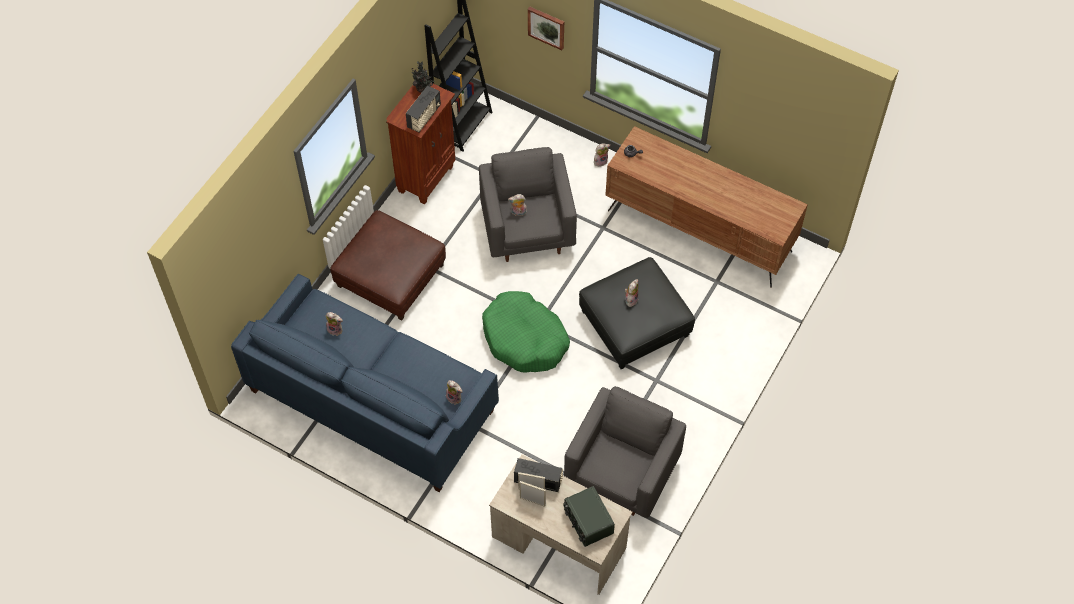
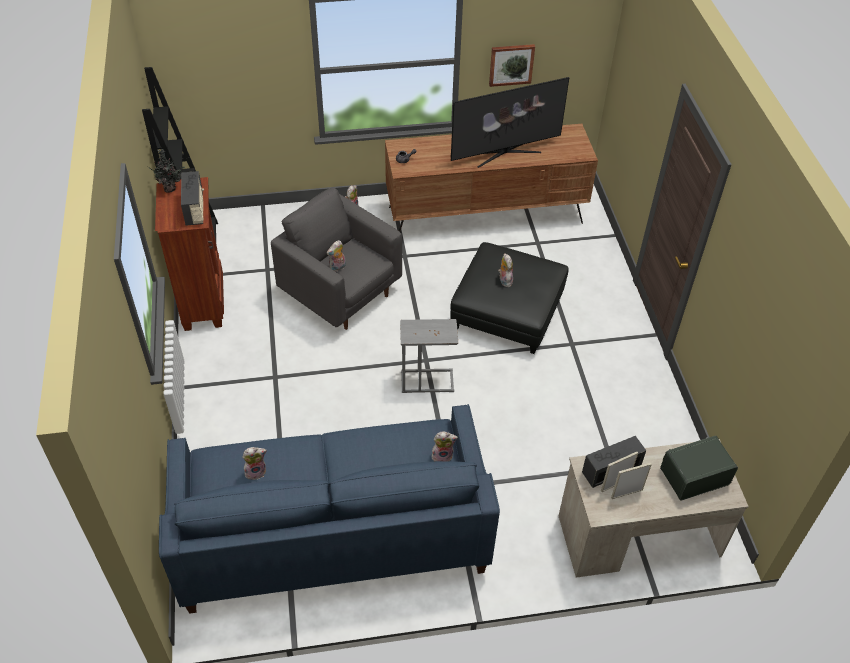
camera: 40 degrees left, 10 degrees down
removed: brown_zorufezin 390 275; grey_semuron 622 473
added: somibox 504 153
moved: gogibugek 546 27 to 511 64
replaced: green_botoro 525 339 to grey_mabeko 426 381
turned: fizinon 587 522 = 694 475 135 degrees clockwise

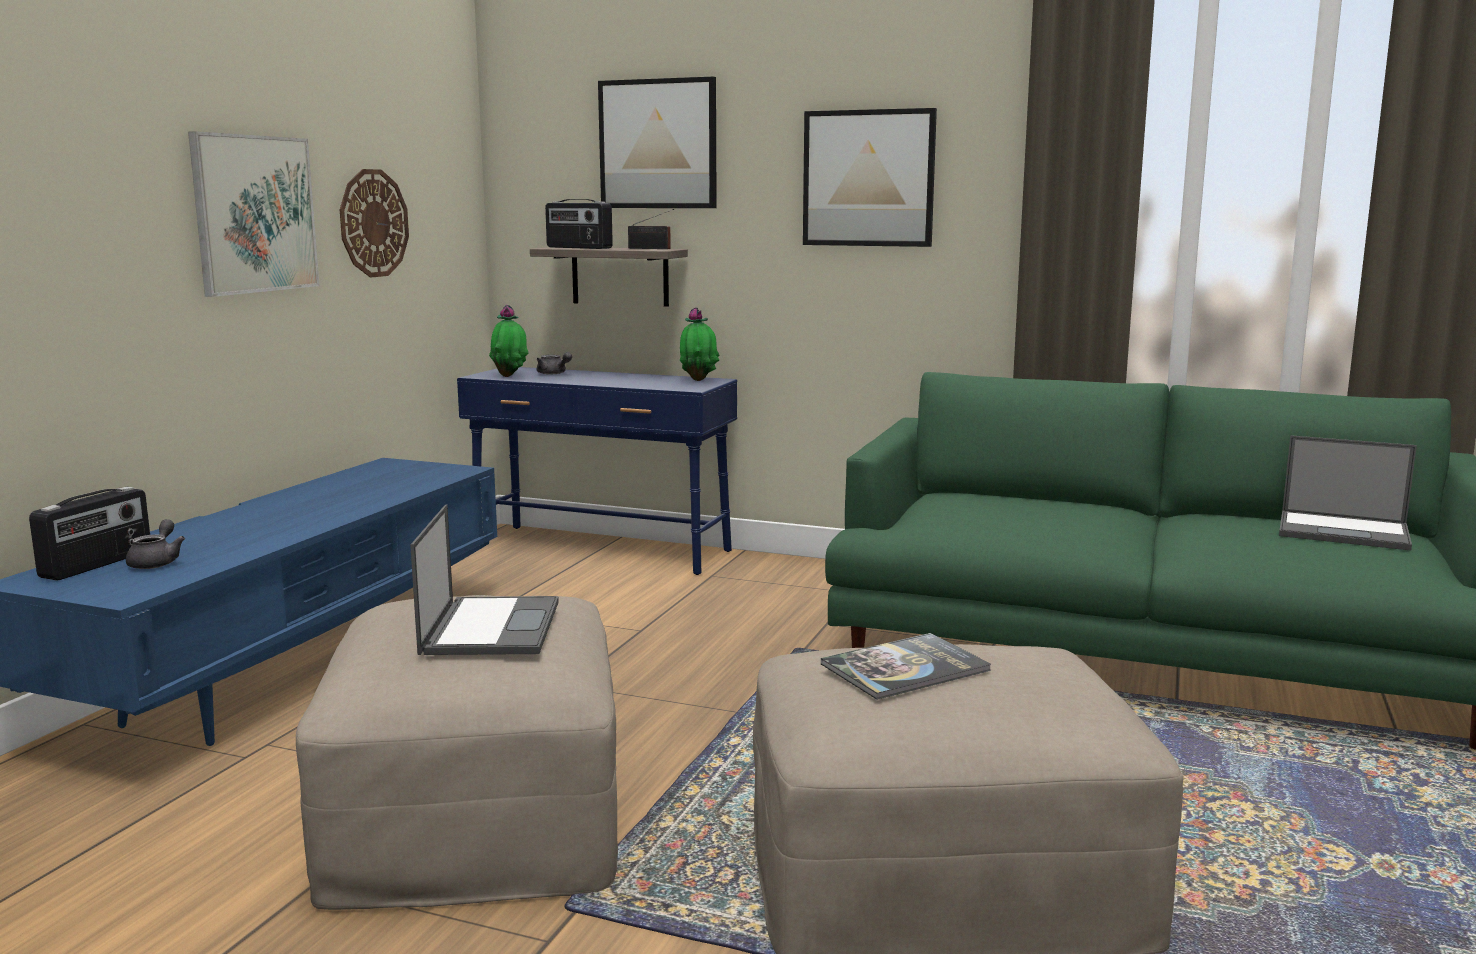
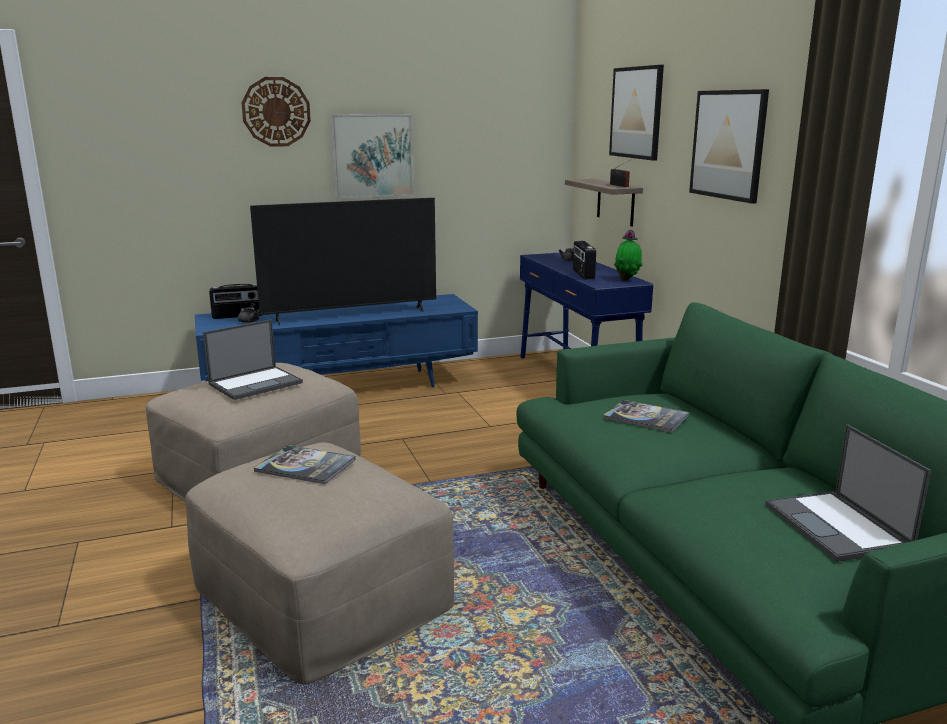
camera: 50 degrees right, 5 degrees up
removed: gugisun 510 376
added: somibox 351 315; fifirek 646 417
moved: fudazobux 373 223 to 276 112; fizinon 578 248 to 582 274

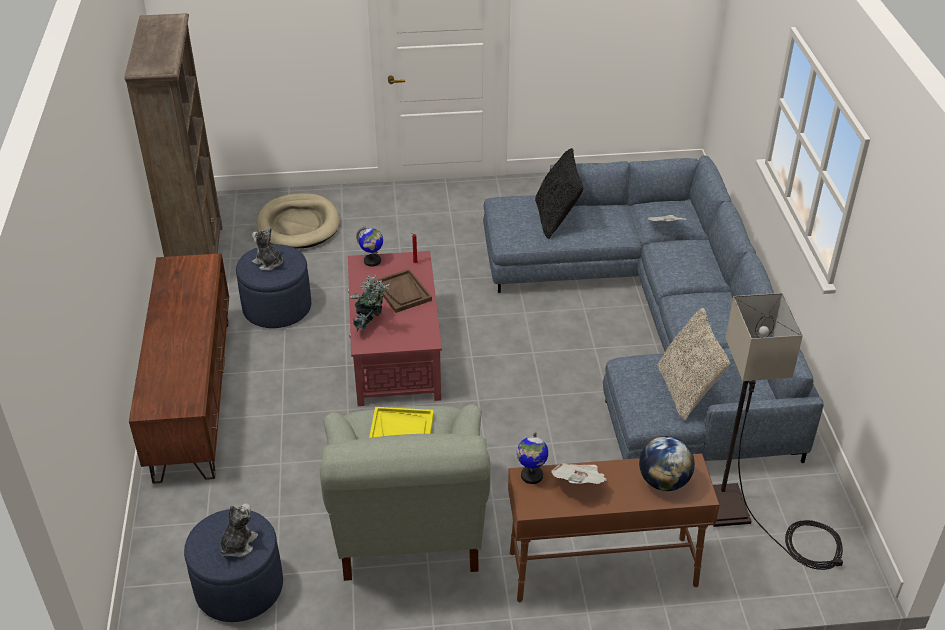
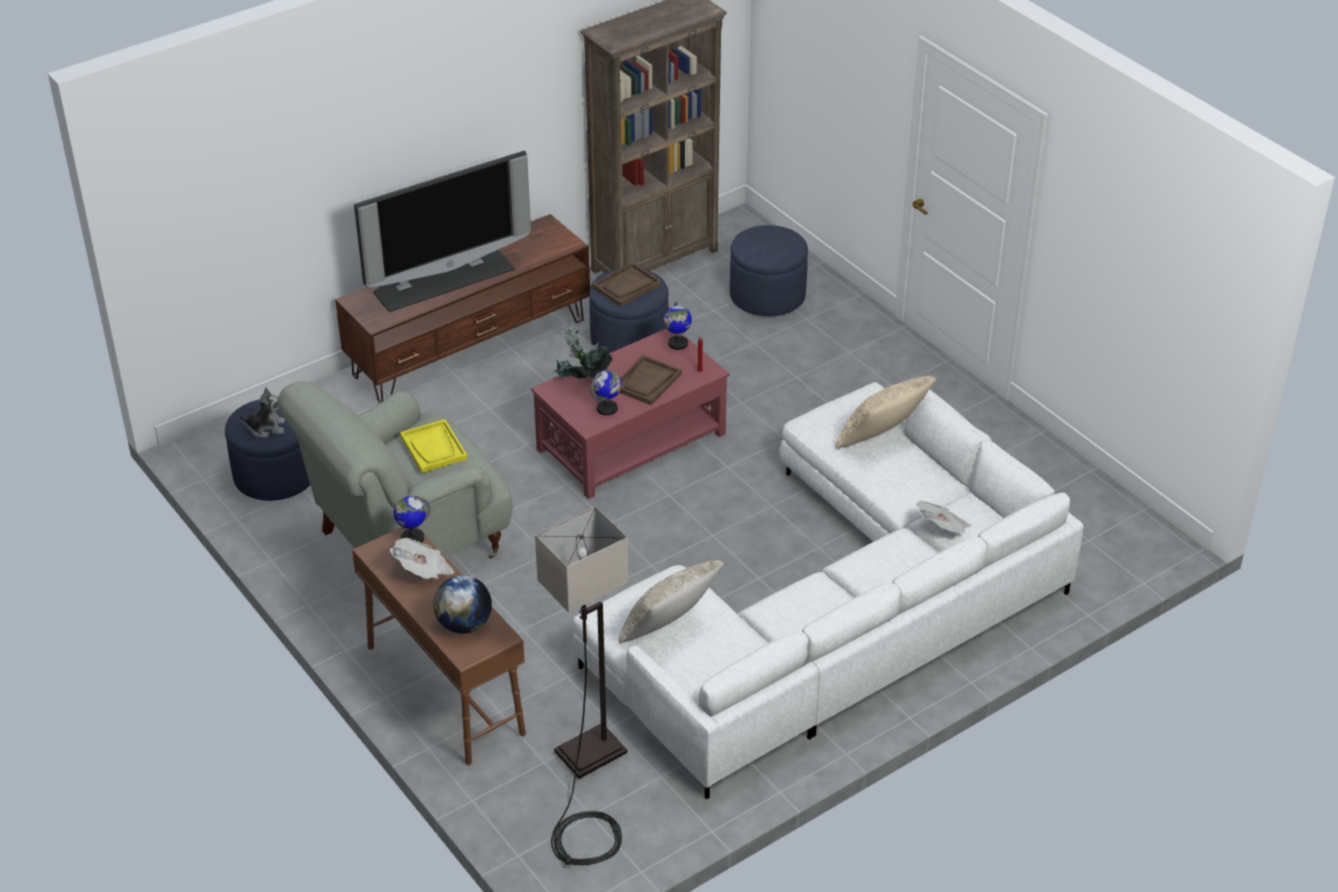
camera: 60 degrees right, 0 degrees up
added: somibox 443 279; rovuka 607 409
replaced: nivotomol 268 263 to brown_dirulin 626 286; beige_botoro 298 225 to blue_zorufezin 767 296
recoloured: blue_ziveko 655 325 to white_ziveko 839 612; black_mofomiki 556 218 to beige_mofomiki 881 441

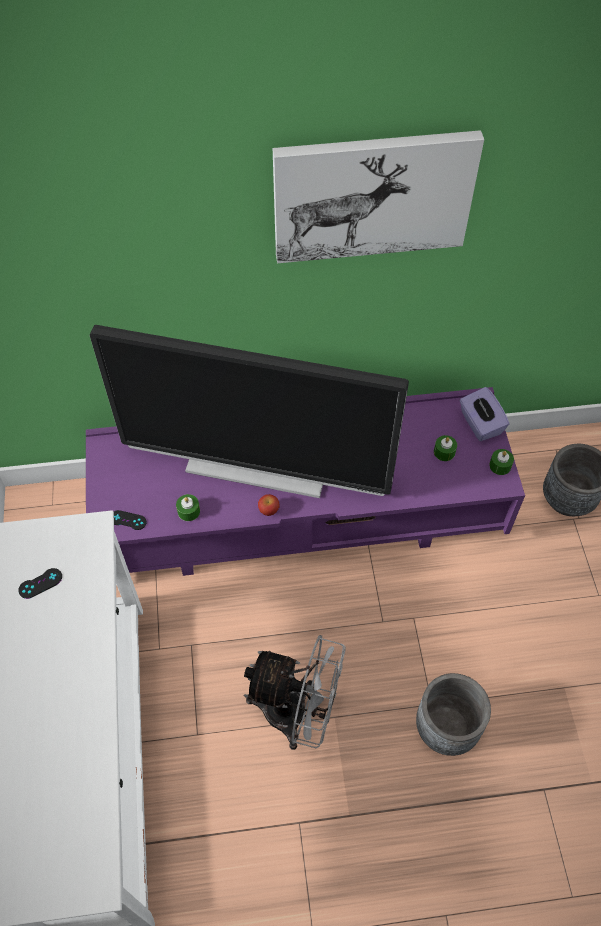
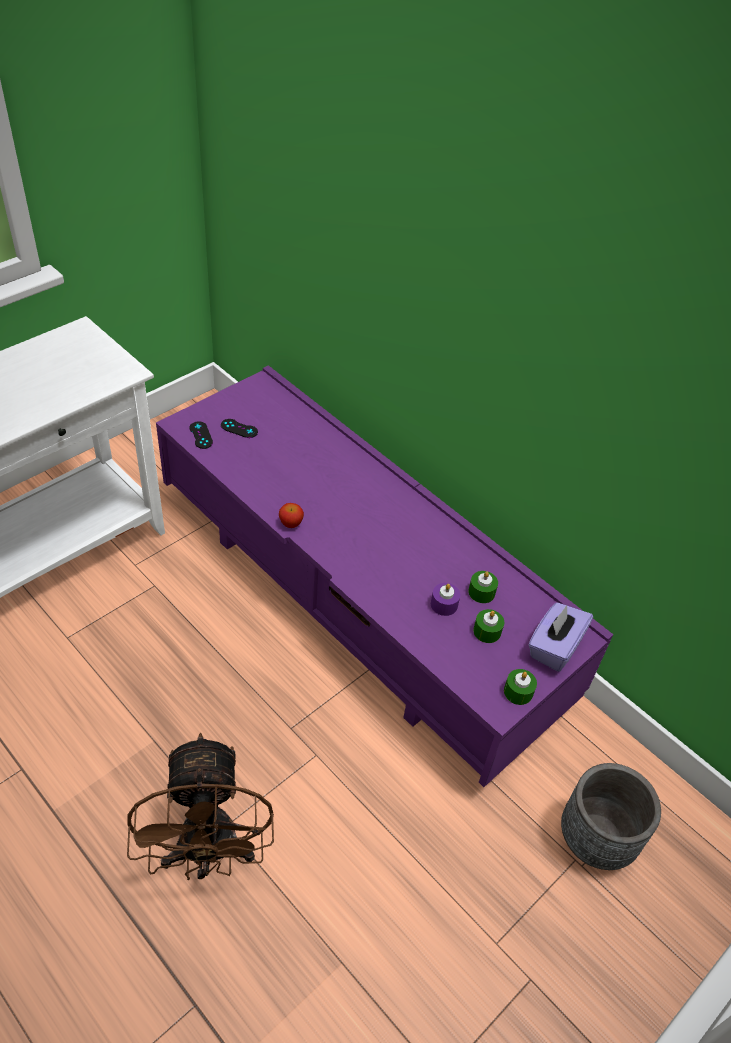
camera: 50 degrees right, 10 degrees down
removed: somibox 257 467; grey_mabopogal 297 714; gogibugek 372 195
added: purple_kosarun 444 604
moved: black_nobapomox 40 583 to 239 428; green_kosarun 188 511 to 481 592
replaced: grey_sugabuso 446 727 to brown_mabopogal 208 854

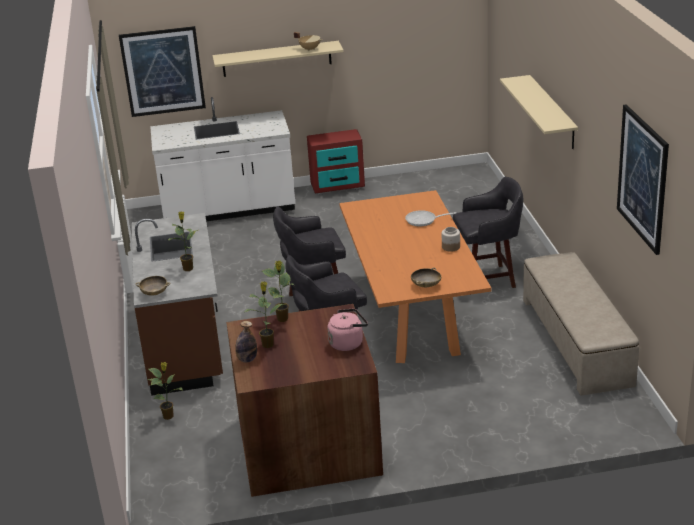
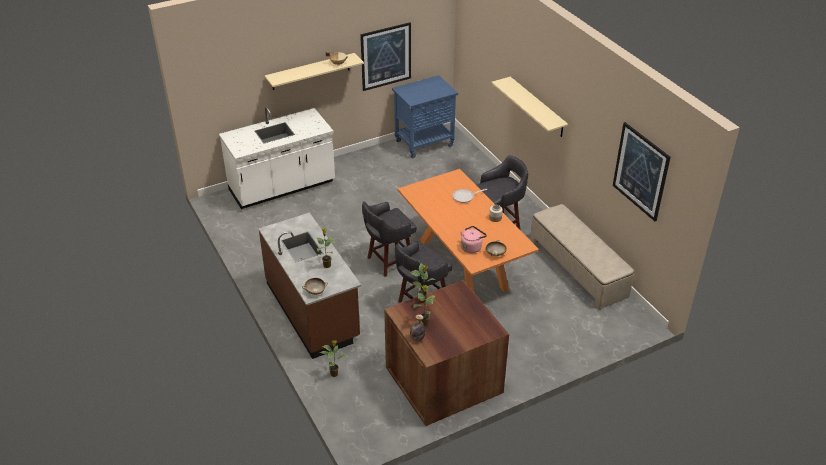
camera: 20 degrees left, 10 degrees up
removed: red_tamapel 338 188
added: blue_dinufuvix 424 144
moved: gogibugek 163 71 to 386 56; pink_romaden 348 343 to 472 247

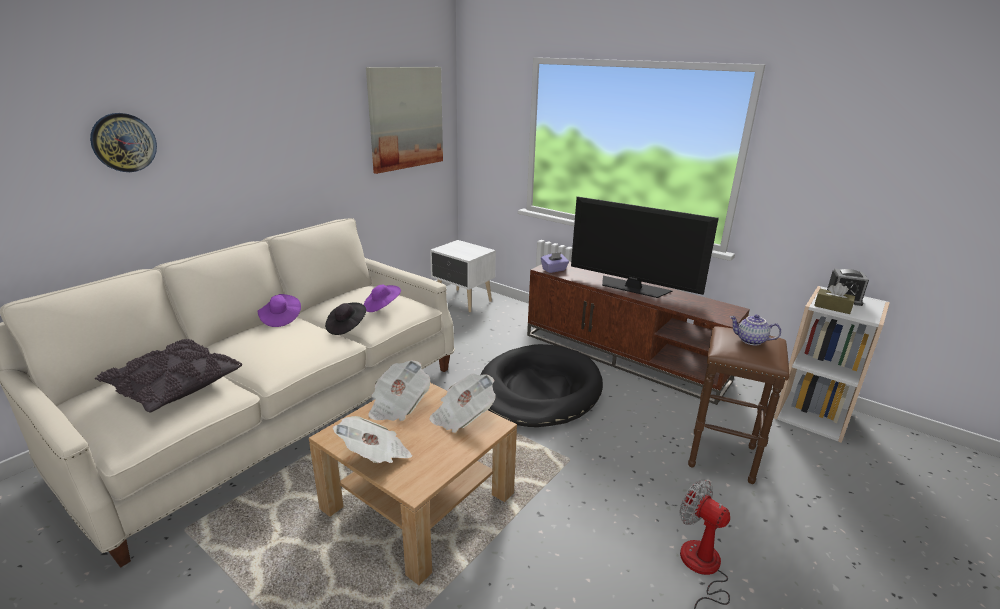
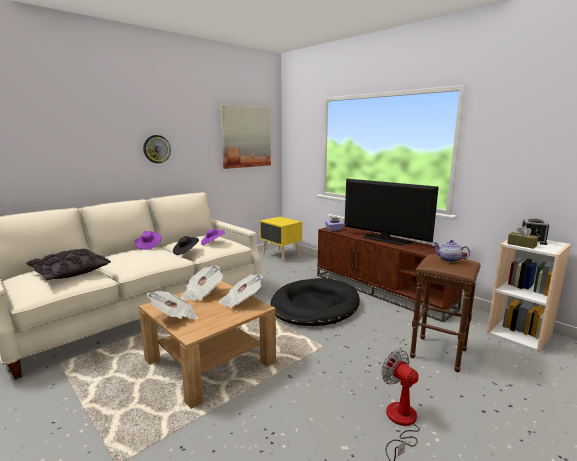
camera: 10 degrees right, 10 degrees down
moved: fudazobux 123 142 to 156 149
recoloured: white_tamapel 463 301 to yellow_tamapel 281 256

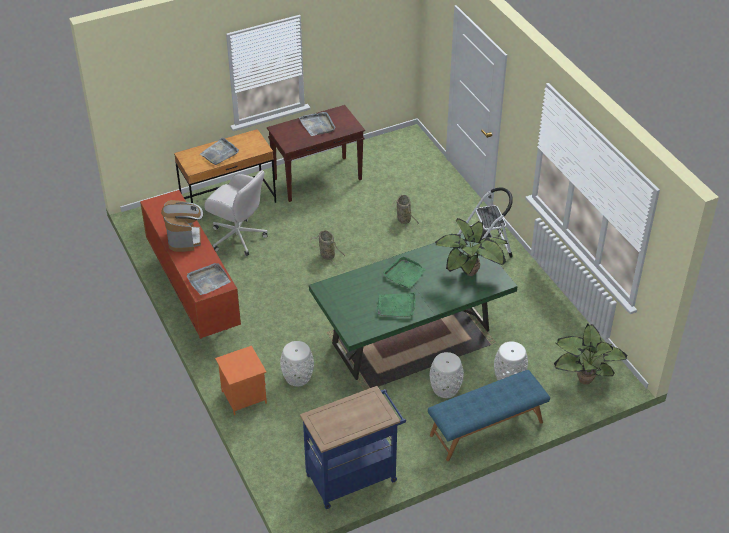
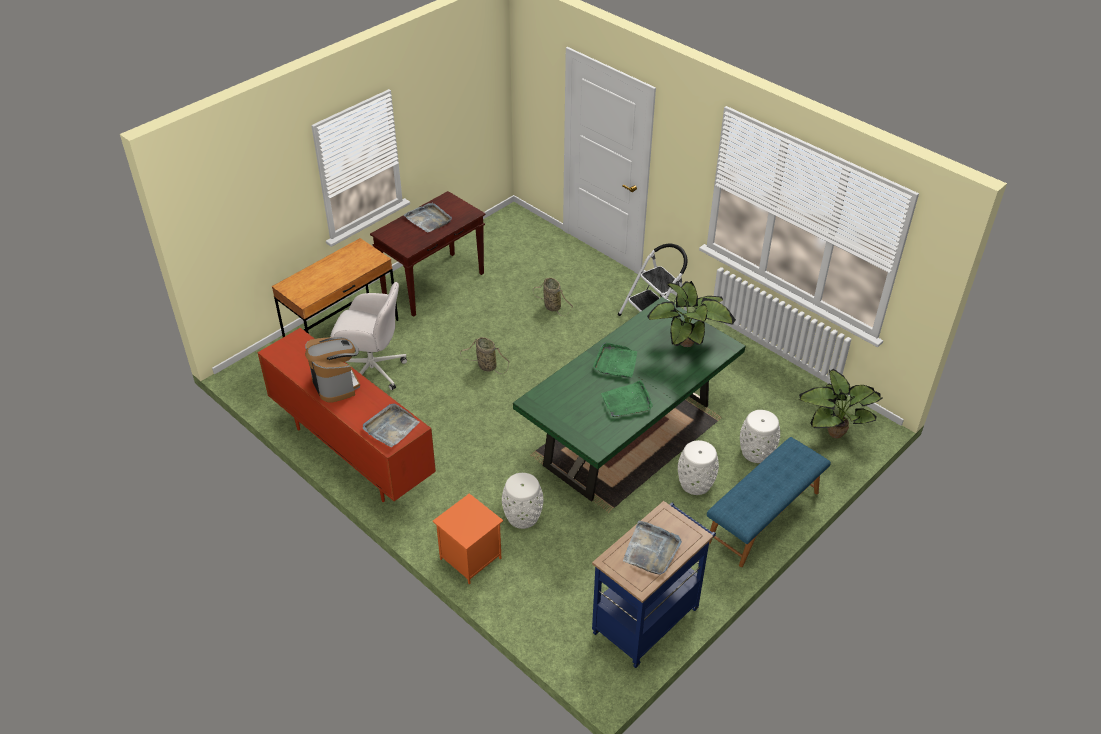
camera: 20 degrees left, 0 degrees up
moved: grey_dirulin 219 153 to 651 550

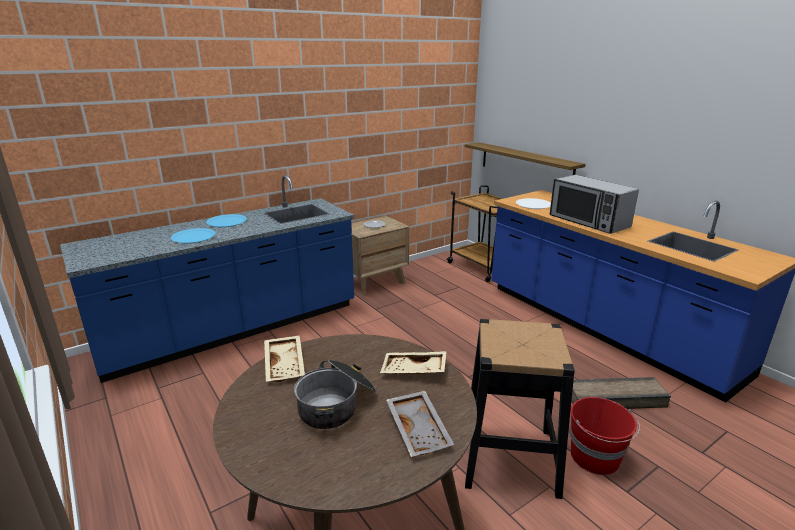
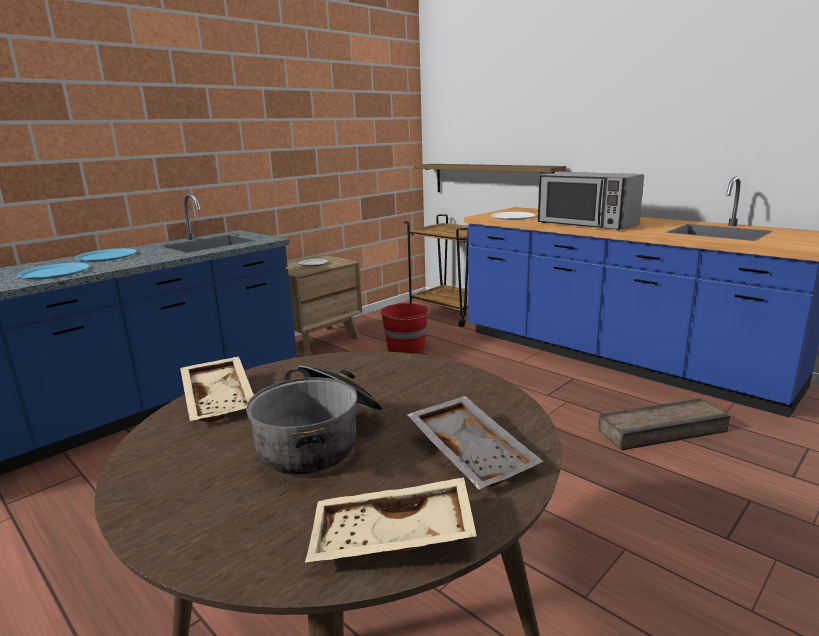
camera: 10 degrees left, 5 degrees down
removed: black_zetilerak 510 457
moved: beige_dirulin 413 371 to 391 540; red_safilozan 595 457 to 406 348

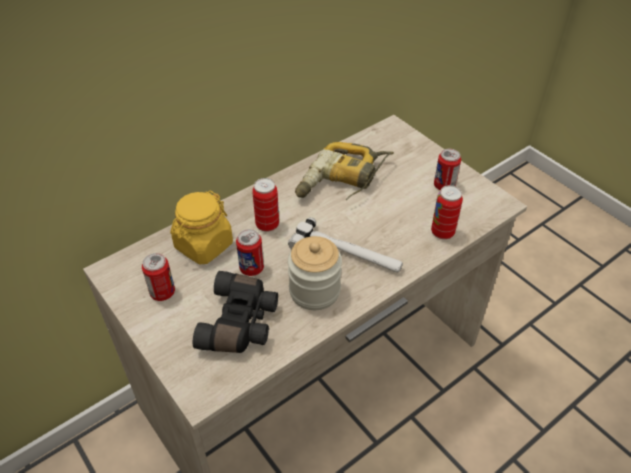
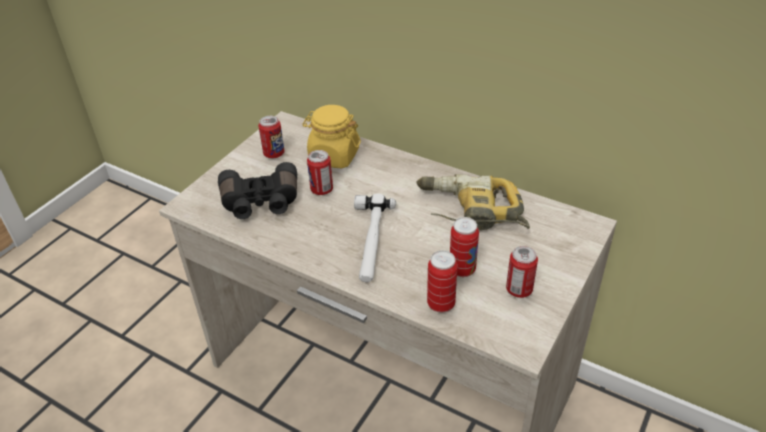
camera: 70 degrees right, 5 degrees down
removed: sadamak 314 291
moved: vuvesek 267 225 to 462 269

